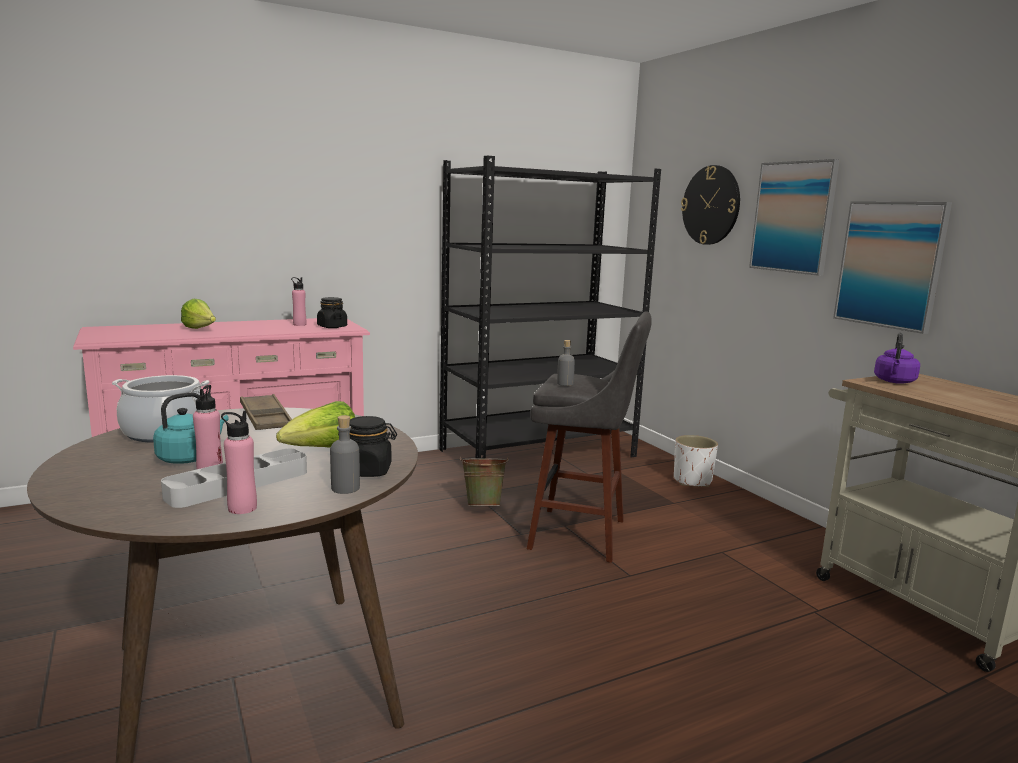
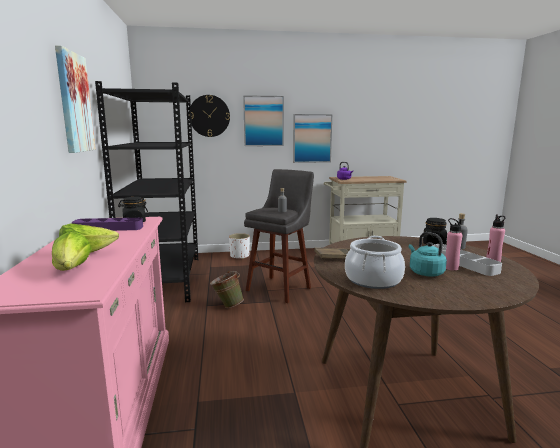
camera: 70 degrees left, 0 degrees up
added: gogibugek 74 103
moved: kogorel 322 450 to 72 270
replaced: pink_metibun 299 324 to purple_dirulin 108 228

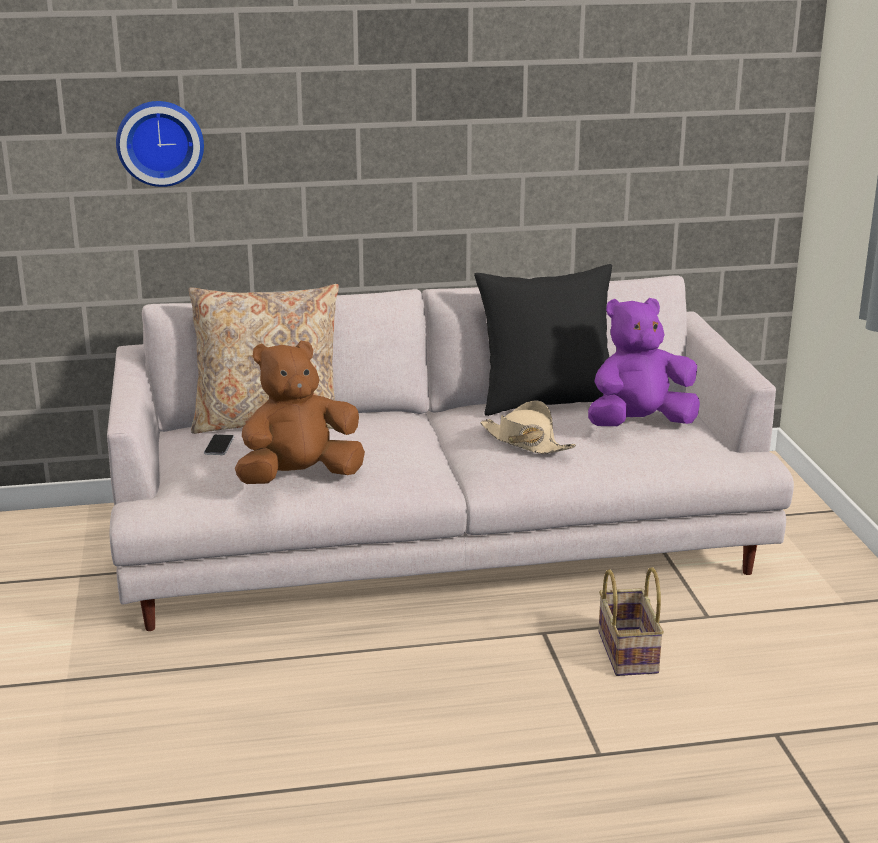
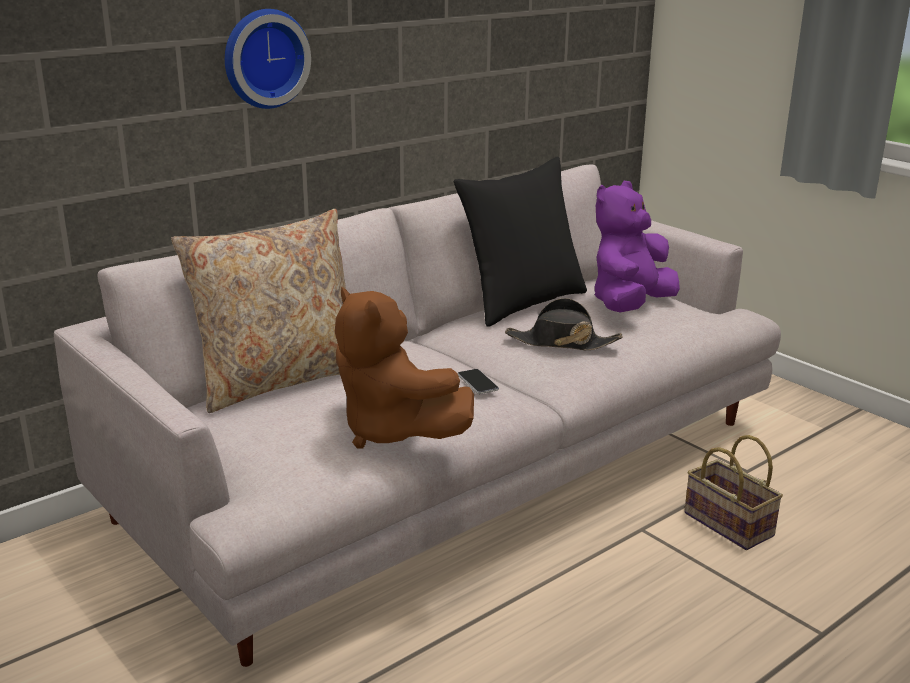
camera: 30 degrees left, 0 degrees up
moved: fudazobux 160 142 to 264 58; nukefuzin 219 446 to 477 382
recoloured: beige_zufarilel 525 442 to black_zufarilel 562 342
turned: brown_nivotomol 299 477 = 393 431 75 degrees counterclockwise

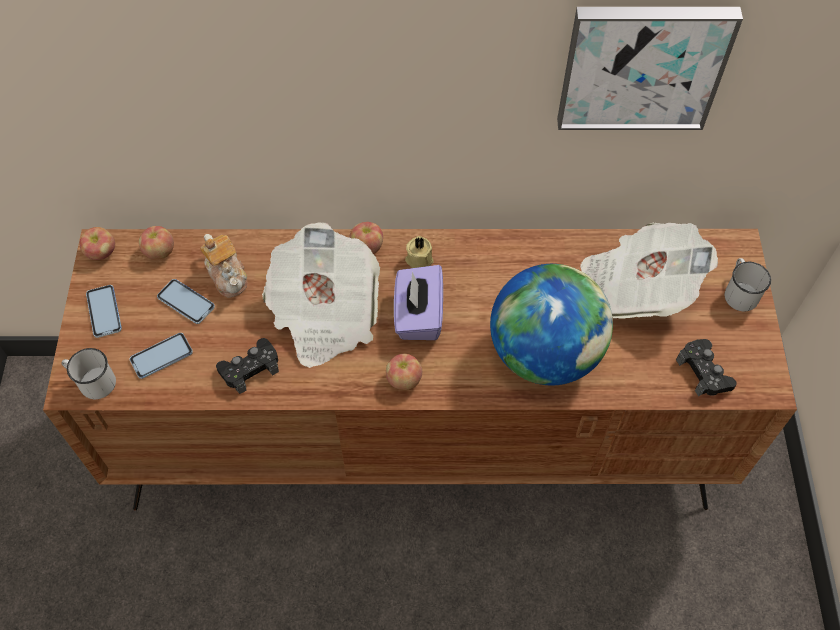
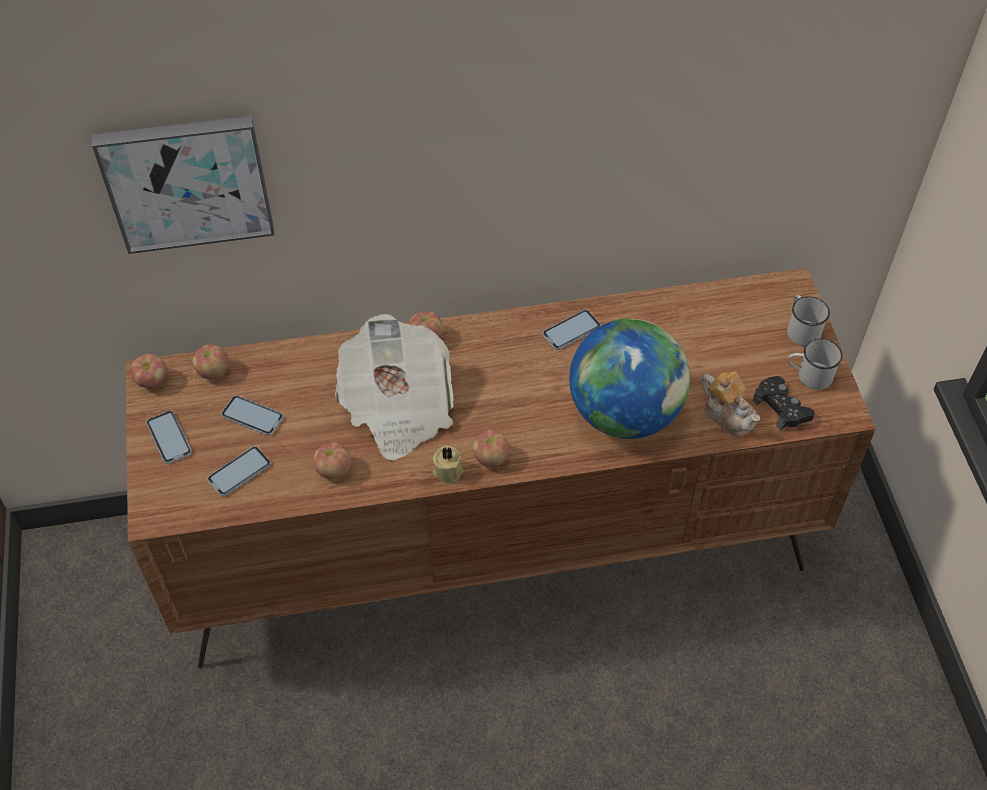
camera: 10 degrees left, 5 degrees down
removed: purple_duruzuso 418 316; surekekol 637 287
added: nukefuzin 571 330
moved: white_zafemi 92 381 to 809 375; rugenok 228 275 to 728 414; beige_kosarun 419 259 to 448 470; gogibugek 642 66 to 187 181
replaced: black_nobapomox 250 368 to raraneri 333 470

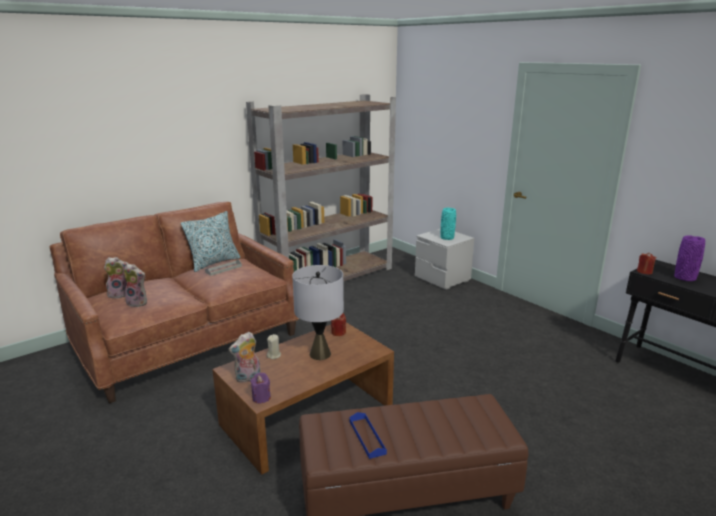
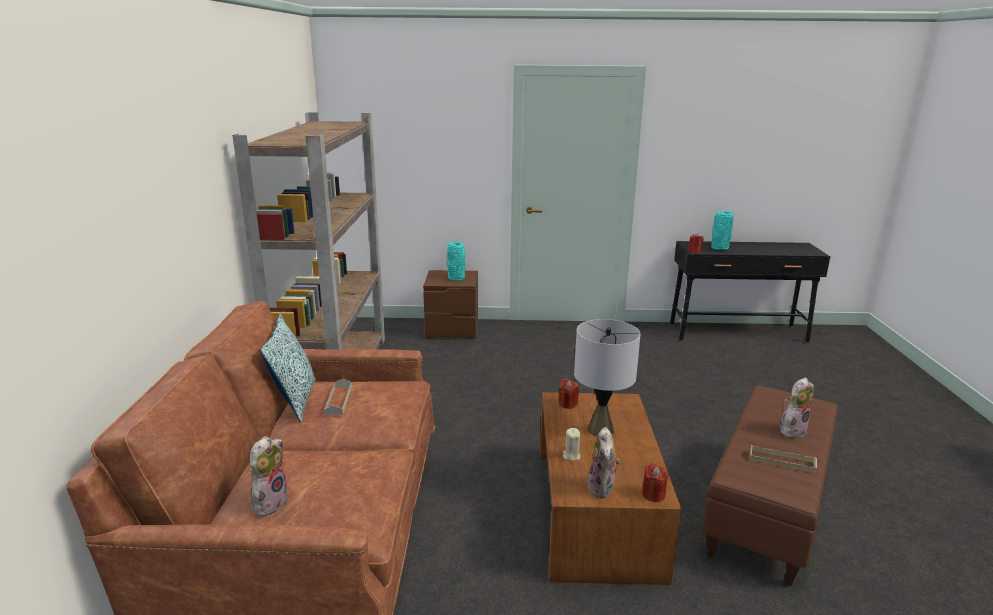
camera: 50 degrees left, 0 degrees up
moved: nivotomol 138 302 to 792 430
recoloured: purple_kosarun 261 398 to red_kosarun 653 494; blue_dirulin 367 437 to beige_dirulin 782 461; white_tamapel 443 278 to brown_tamapel 452 329; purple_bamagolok 685 278 to turquoise_bamagolok 719 248

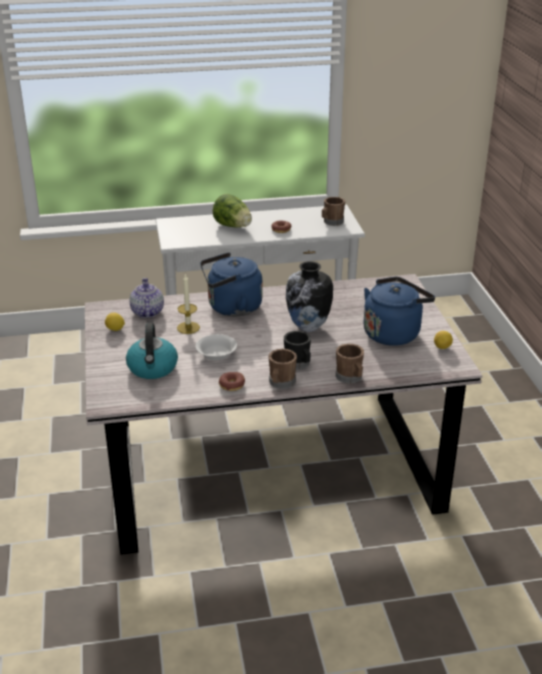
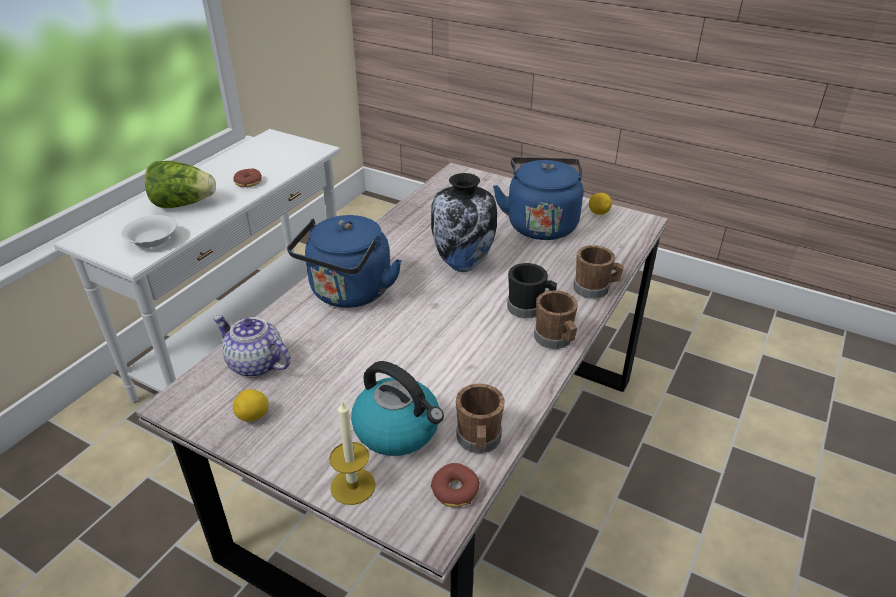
camera: 50 degrees left, 5 degrees up
moved: kosarun 188 327 to 353 486; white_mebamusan 217 355 to 153 241; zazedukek 232 385 to 455 490; brown_zafemi 331 222 to 479 441

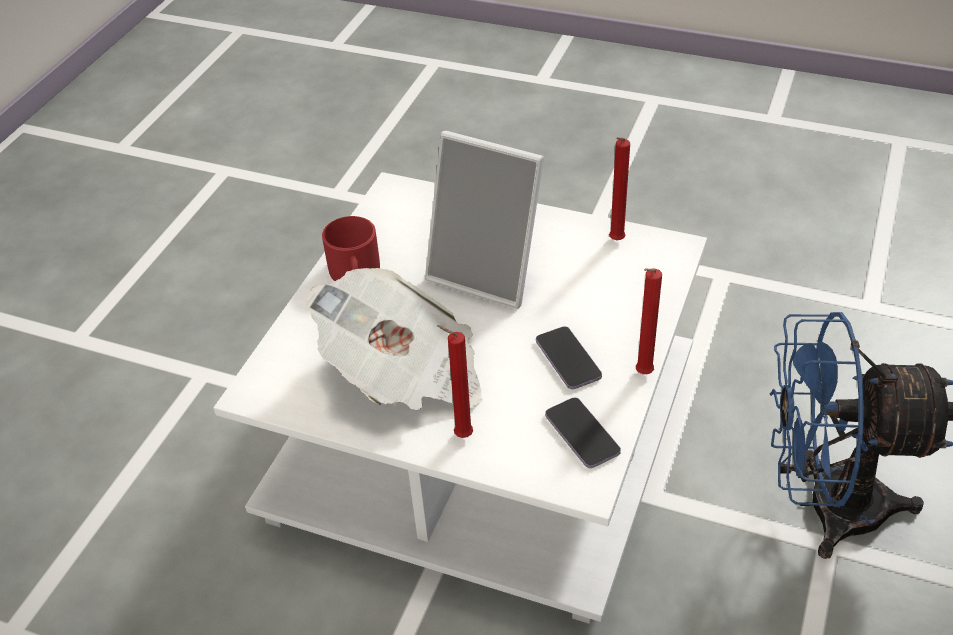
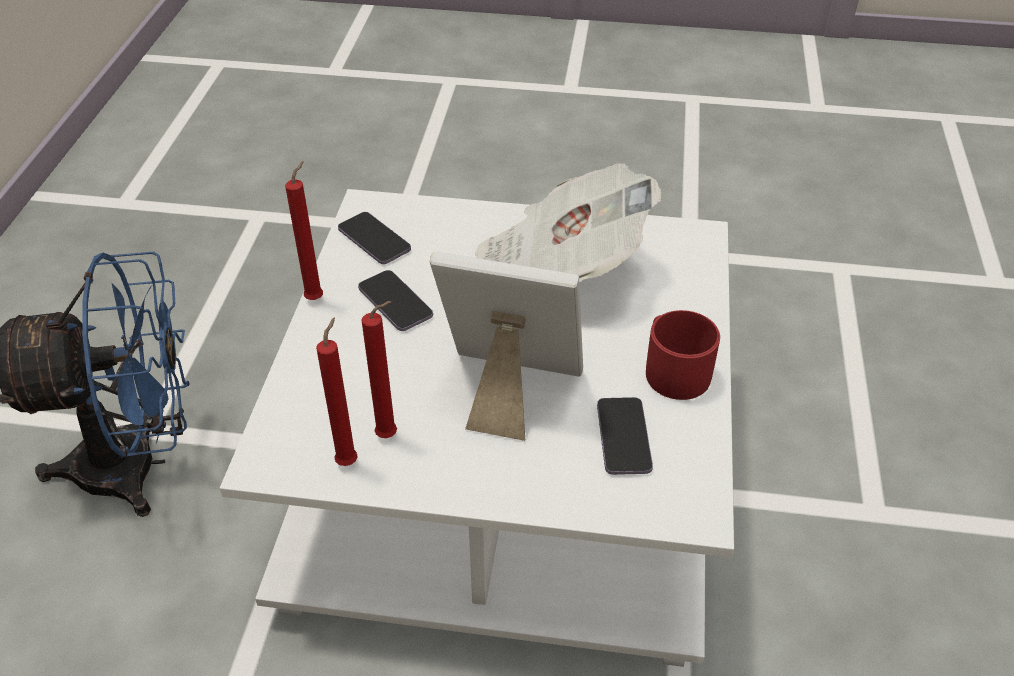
camera: 165 degrees right, 0 degrees up
added: nukefuzin 623 437
moved: red_kosarun 460 435 to 390 435

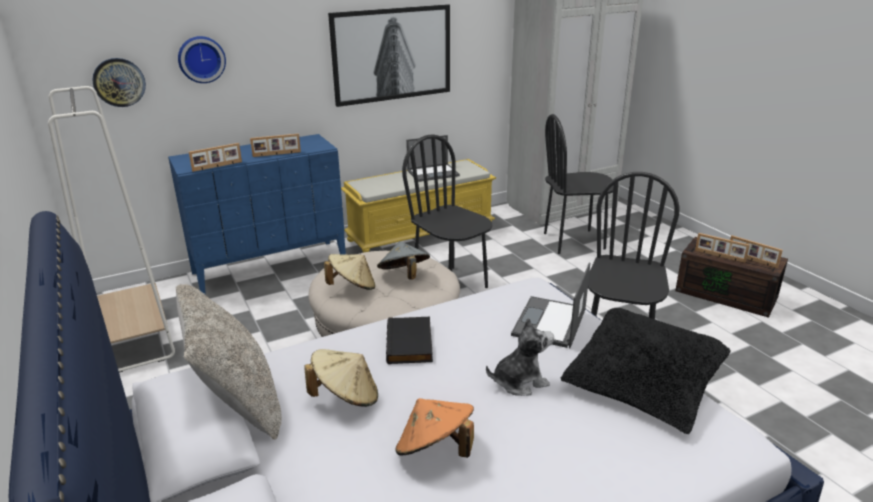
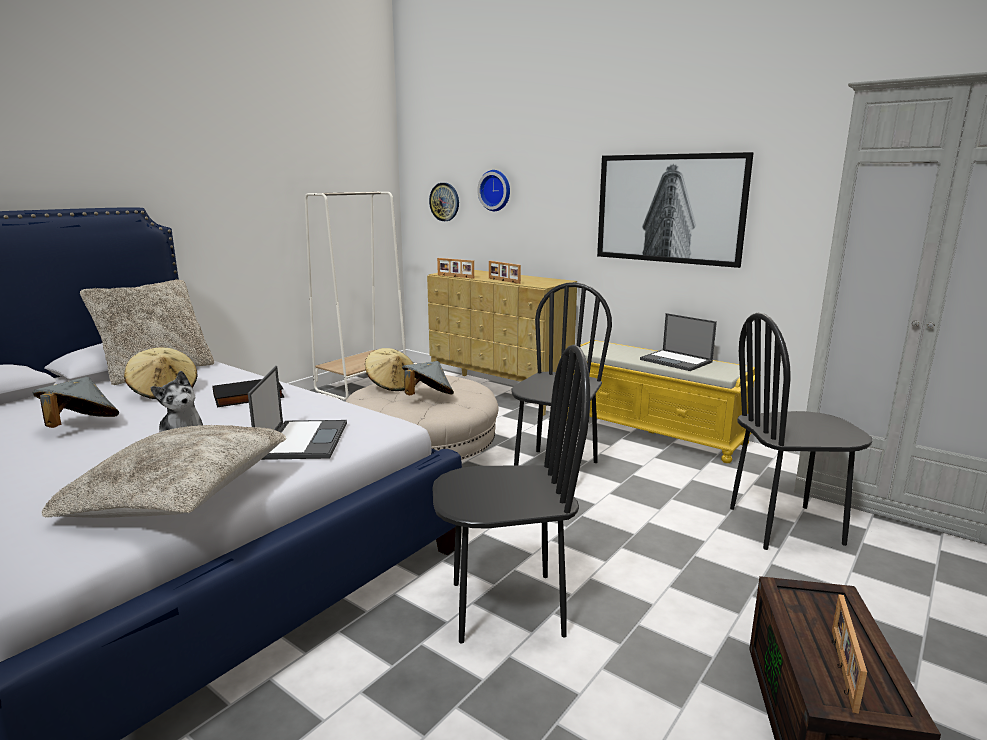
camera: 65 degrees right, 10 degrees down
removed: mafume 719 256
recoloured: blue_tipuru 271 268 to beige_tipuru 499 394; orange_zufarilel 435 450 to grey_zufarilel 80 426; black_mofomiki 641 382 to beige_mofomiki 178 497
turned: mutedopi 549 323 = 303 440 90 degrees clockwise; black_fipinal 574 241 = 785 526 60 degrees counterclockwise

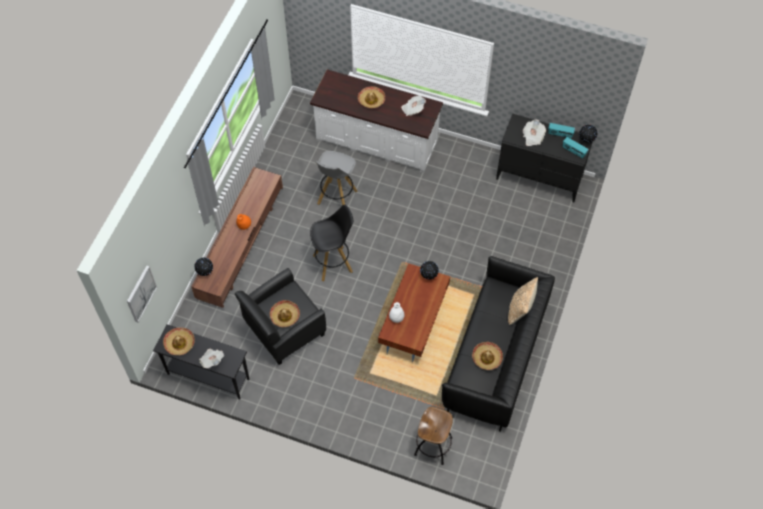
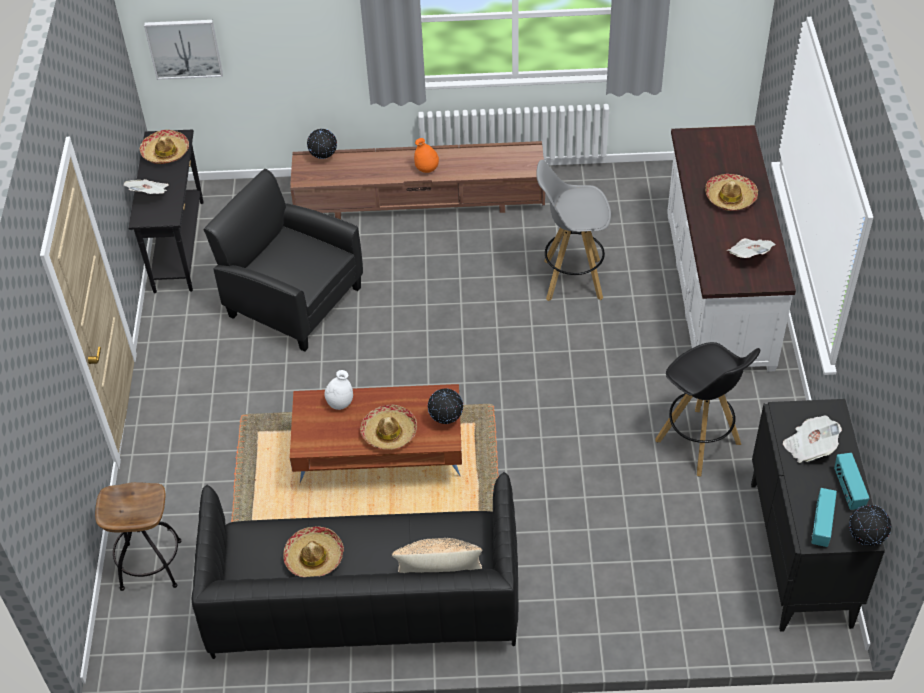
camera: 70 degrees right, 10 degrees down
moved: zufarilel 285 316 to 389 432; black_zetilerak 333 263 to 699 443

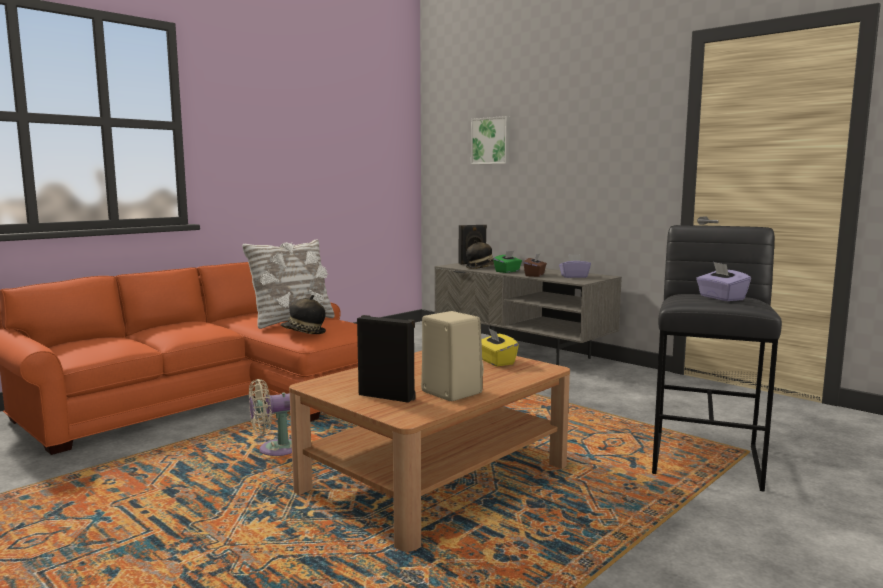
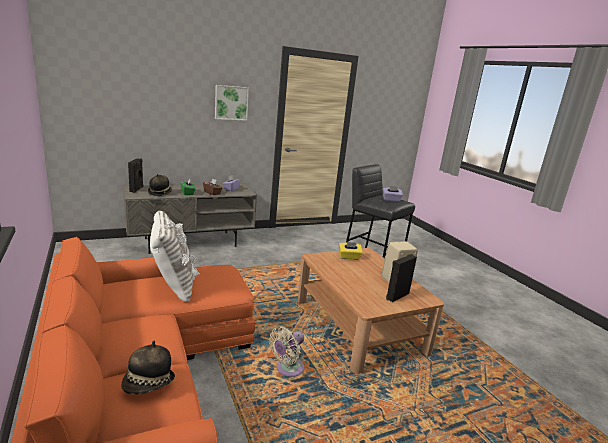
camera: 70 degrees left, 10 degrees up
moved: zufarilel 303 333 to 148 384; gogibugek 491 141 to 231 102
turned: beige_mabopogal 275 450 = 287 369 45 degrees clockwise

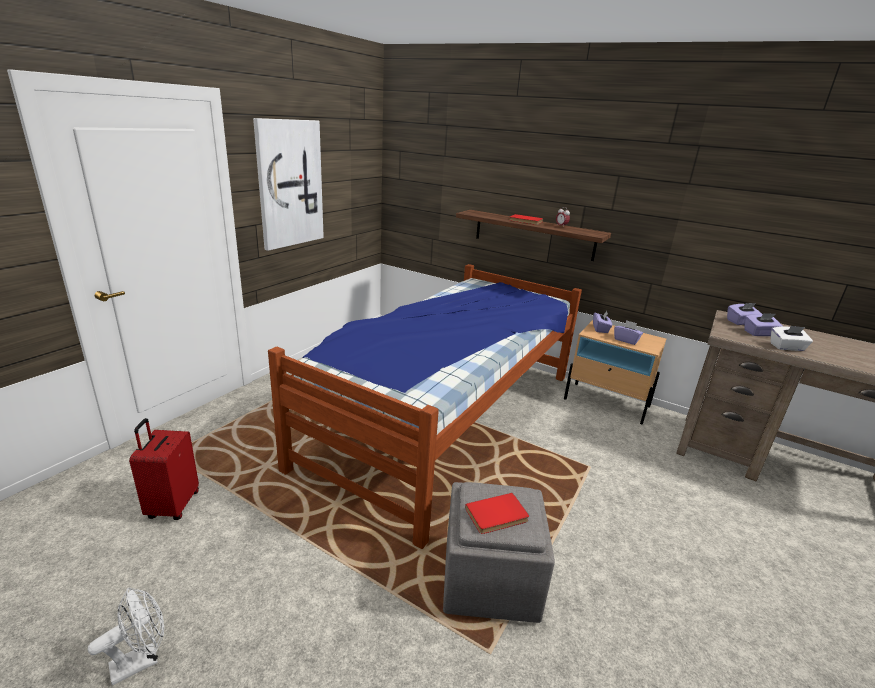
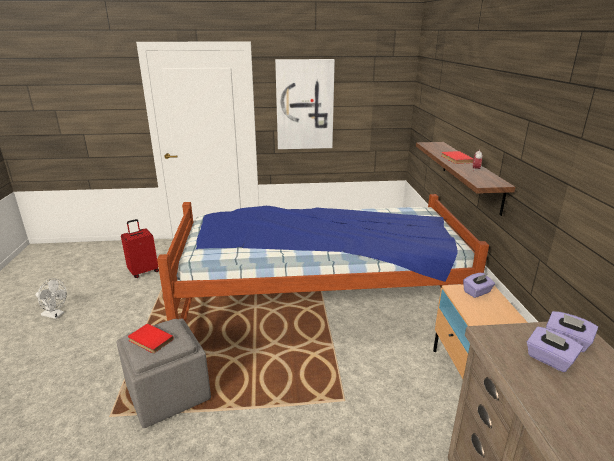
camera: 55 degrees right, 0 degrees up
removed: purple_duruzuso 626 340; white_duruzuso 787 347

